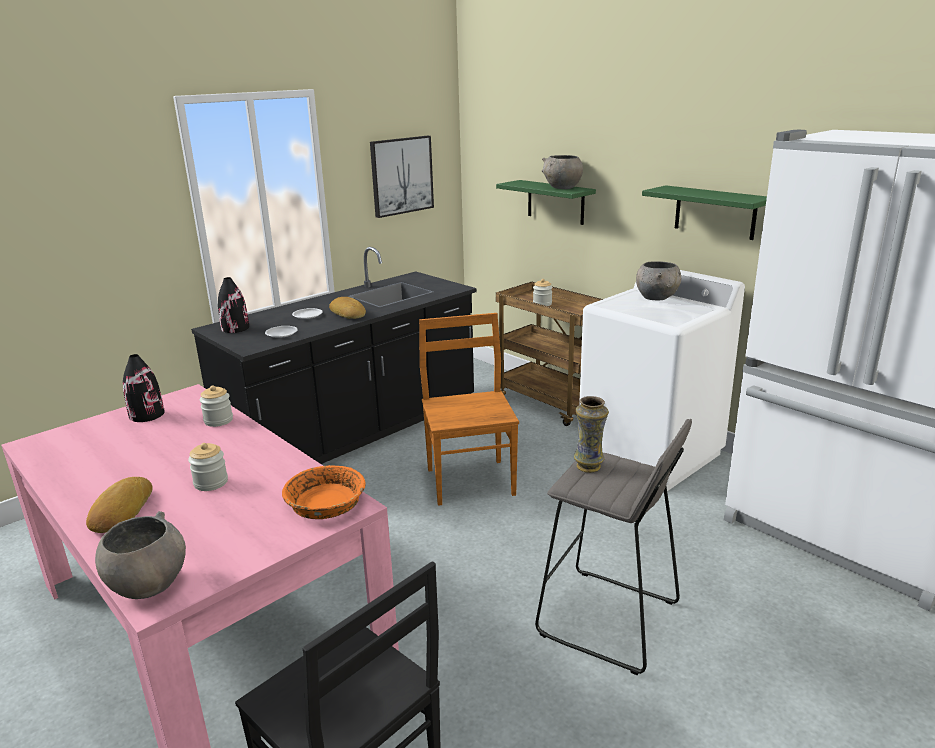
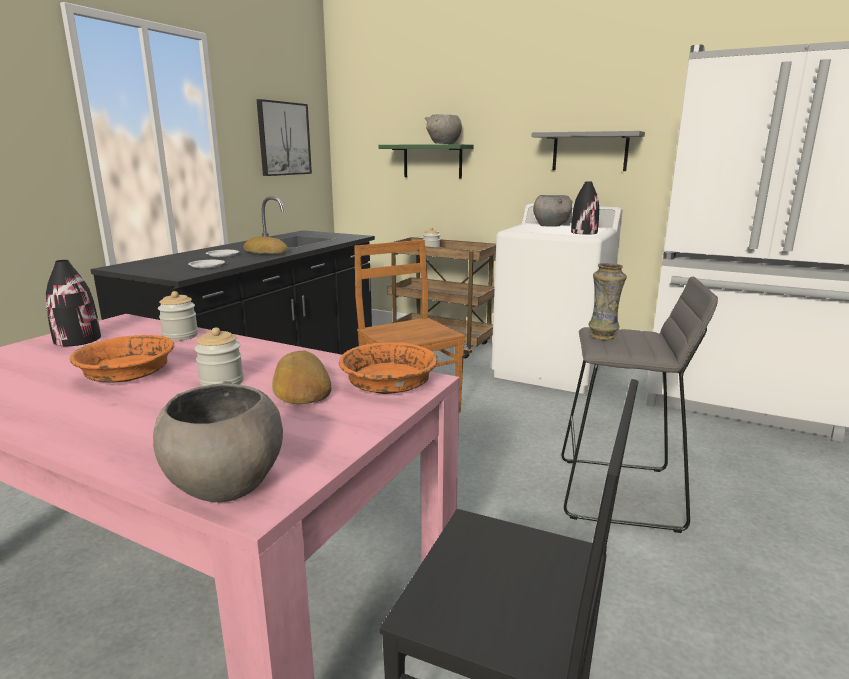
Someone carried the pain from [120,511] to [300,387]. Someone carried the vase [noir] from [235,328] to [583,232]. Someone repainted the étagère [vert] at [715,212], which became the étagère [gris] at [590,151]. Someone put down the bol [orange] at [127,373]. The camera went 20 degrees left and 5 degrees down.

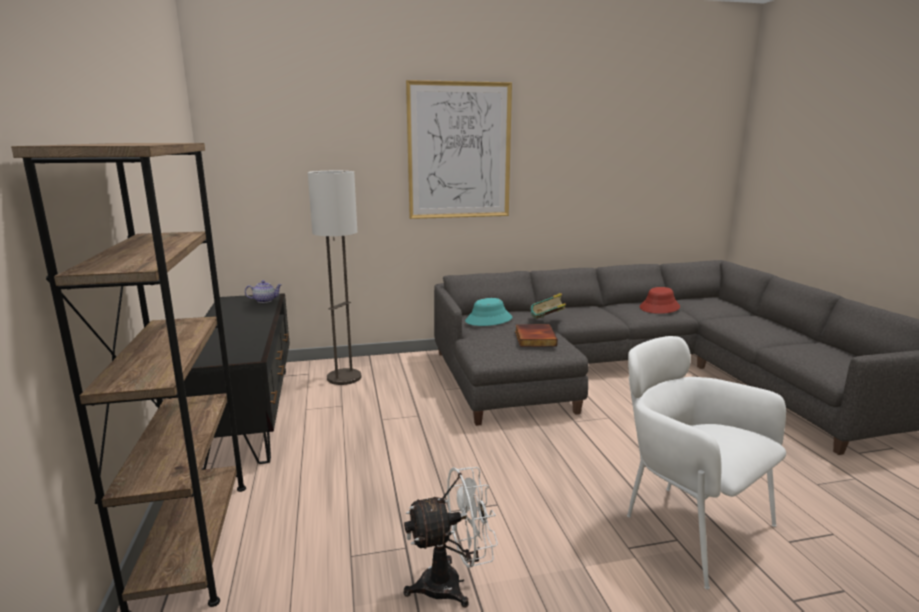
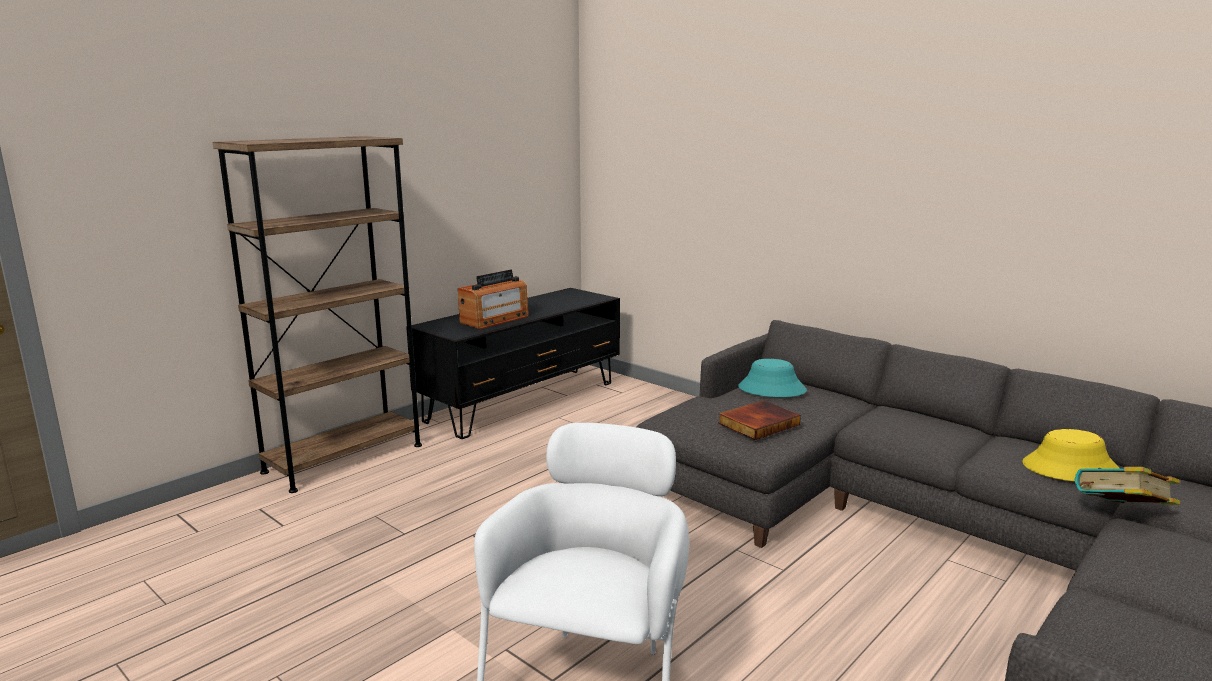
Someone took away the théière at [265,300]. Someone took away the lampadaire at [344,378]. Someone took away the ventilateur [blanc] at [452,583]. Someone took away the tableau at [459,151]. Someone carried the livre from [547,322] to [1120,515]. Someone repainted the chapeau [rouge] at [659,307], which became the chapeau [jaune] at [1070,468]. Someone put down the radio at [494,319]. The camera went 55 degrees right and 0 degrees up.

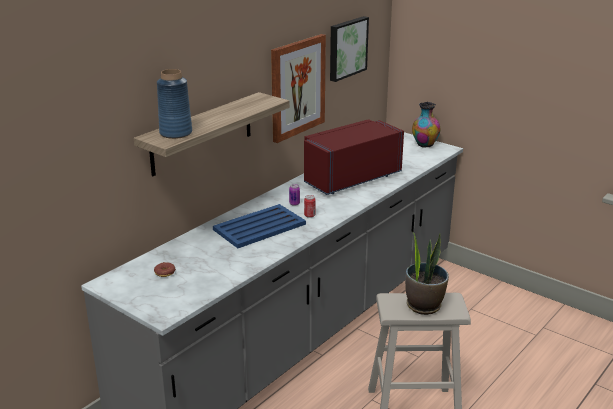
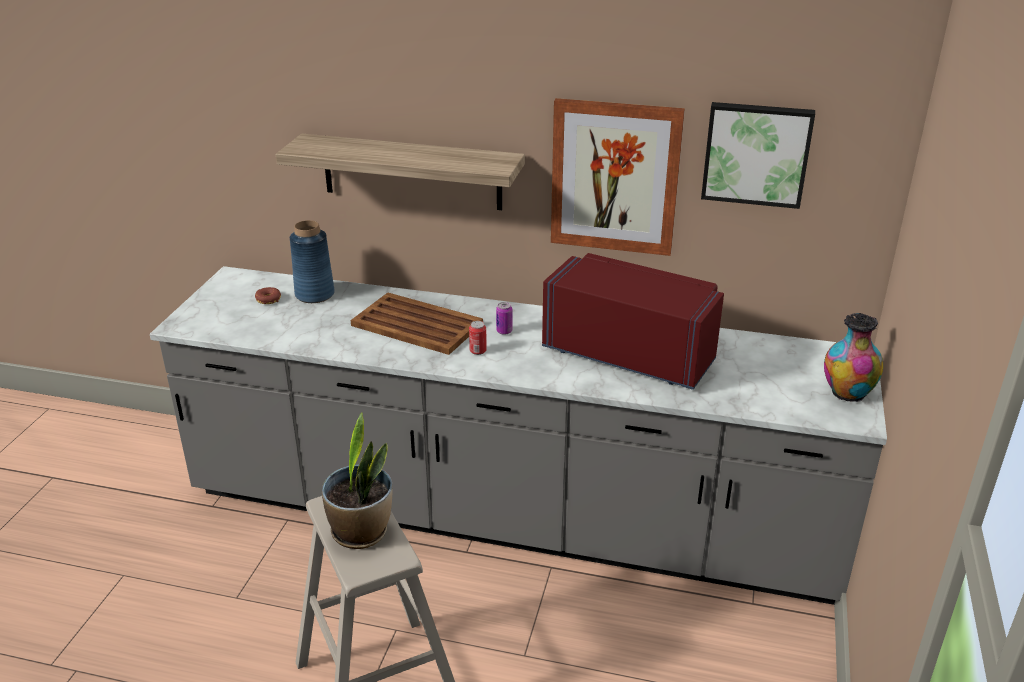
Someone carried the vase [bleu] from [175,133] to [314,294]. Someone repainted the plateau [bleu] at [260,227], which became the plateau [marron] at [418,325]. The camera went 65 degrees right and 5 degrees up.

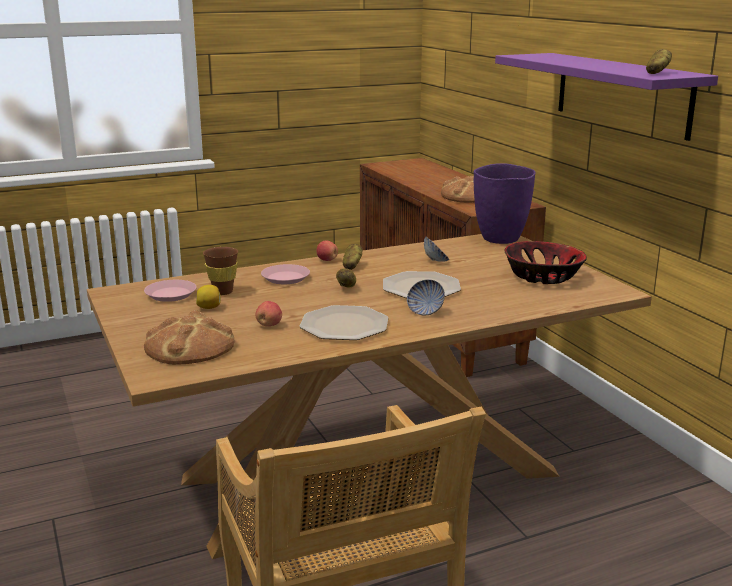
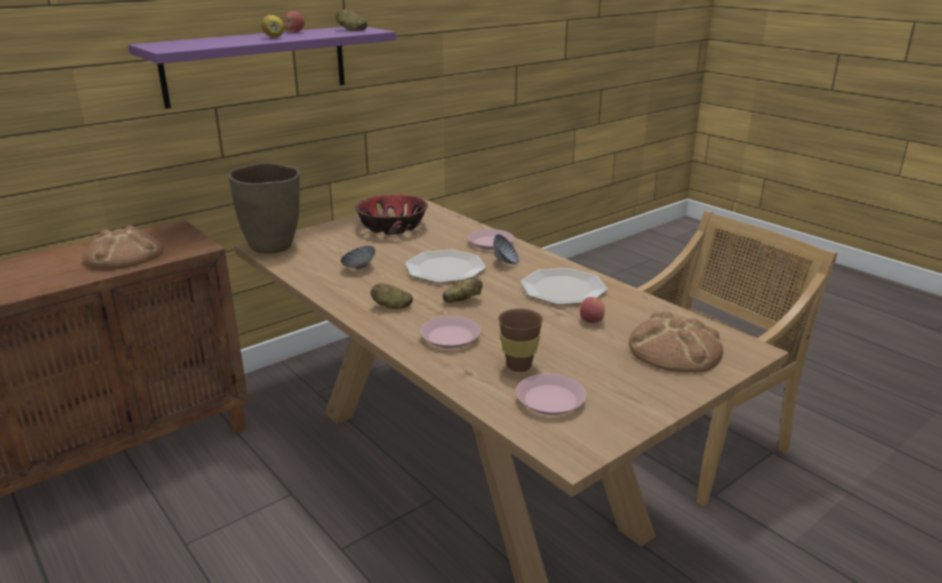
Someone carried the citron from [209,307] to [274,37]. Someone carried the pomme from [327,260] to [294,32]. Someone repainted the vase [violet] at [500,239], which became the vase [marron] at [273,246]. Someone put down the assiette [rose] at [491,243]. The camera went 105 degrees left and 5 degrees up.

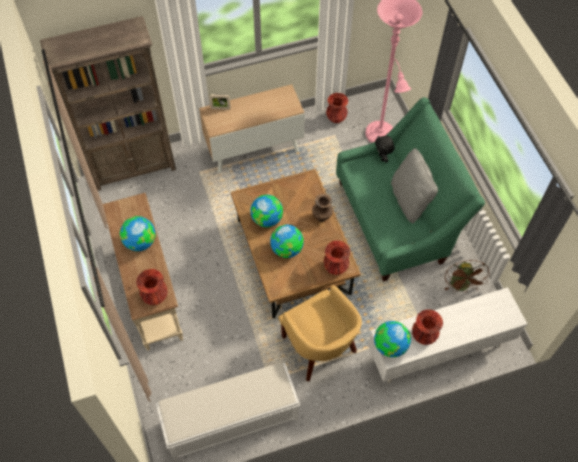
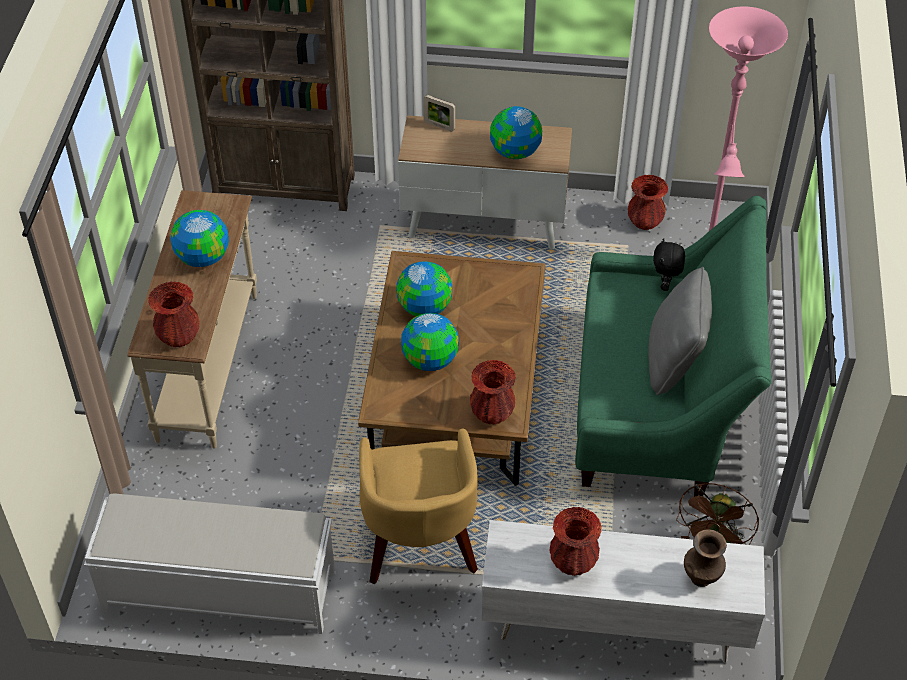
Someone carried the vase [marron] from [322,217] to [701,577]. Someone carried the globe from [390,346] to [514,152]. The camera went 25 degrees right and 10 degrees down.

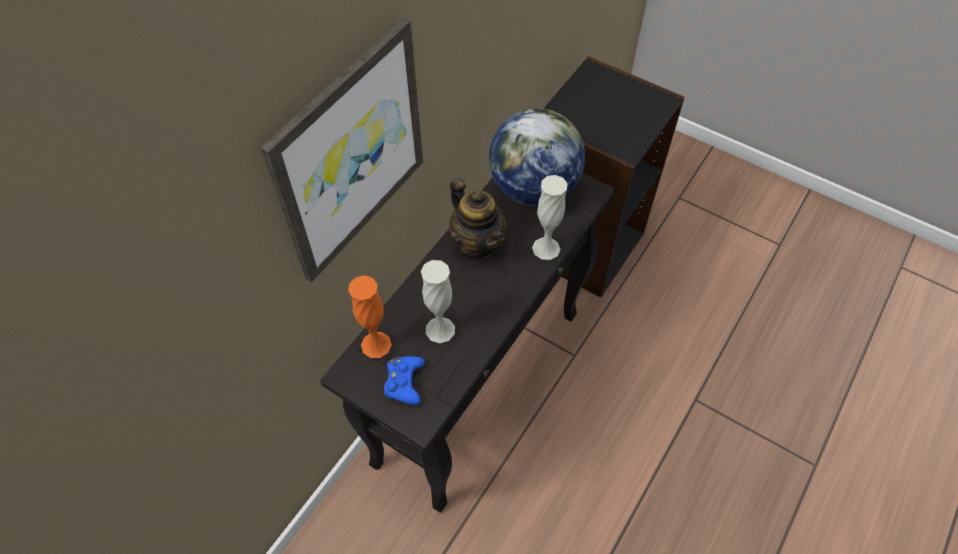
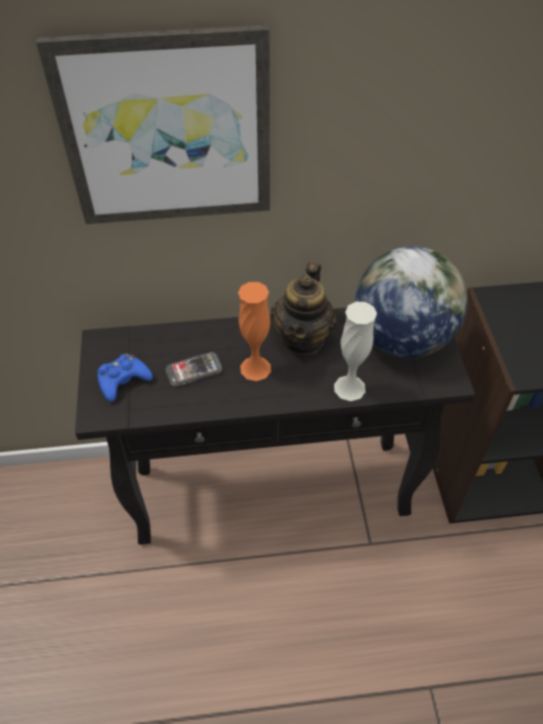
Someone carried the vase [orange] from [376,344] to [255,368]. Someone swapped the vase [blanc] at [440,329] for the téléphone at [194,370]. The camera went 50 degrees right and 5 degrees down.

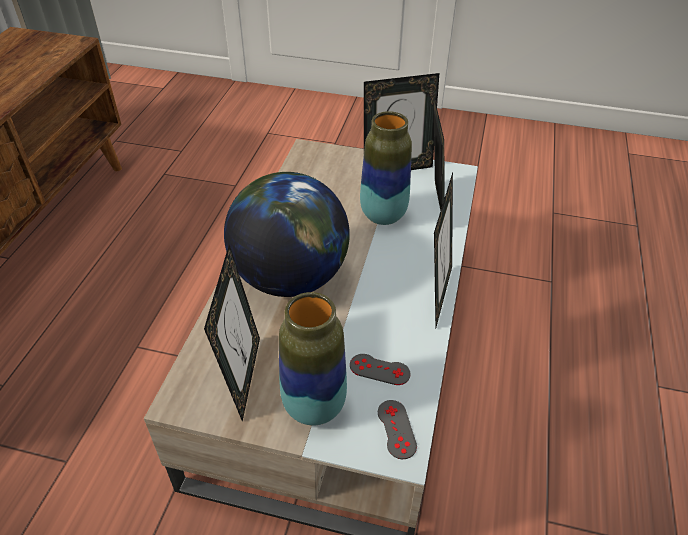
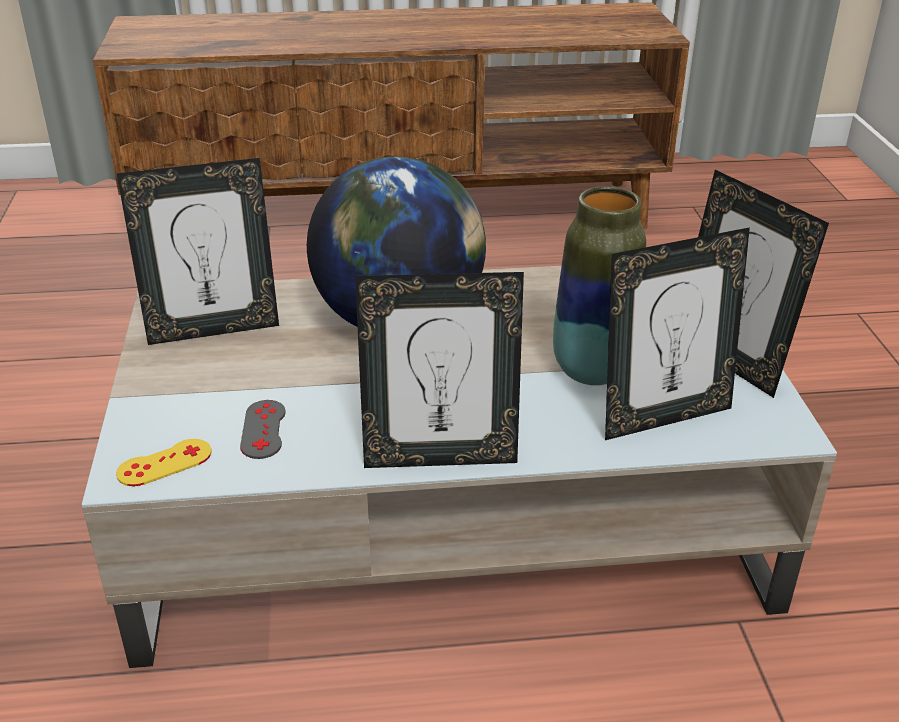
Someone took away the vase at [314,406]. Someone repainted the manette [gris] at [396,429], which became the manette [jaune] at [164,463]. The camera went 70 degrees right and 10 degrees down.

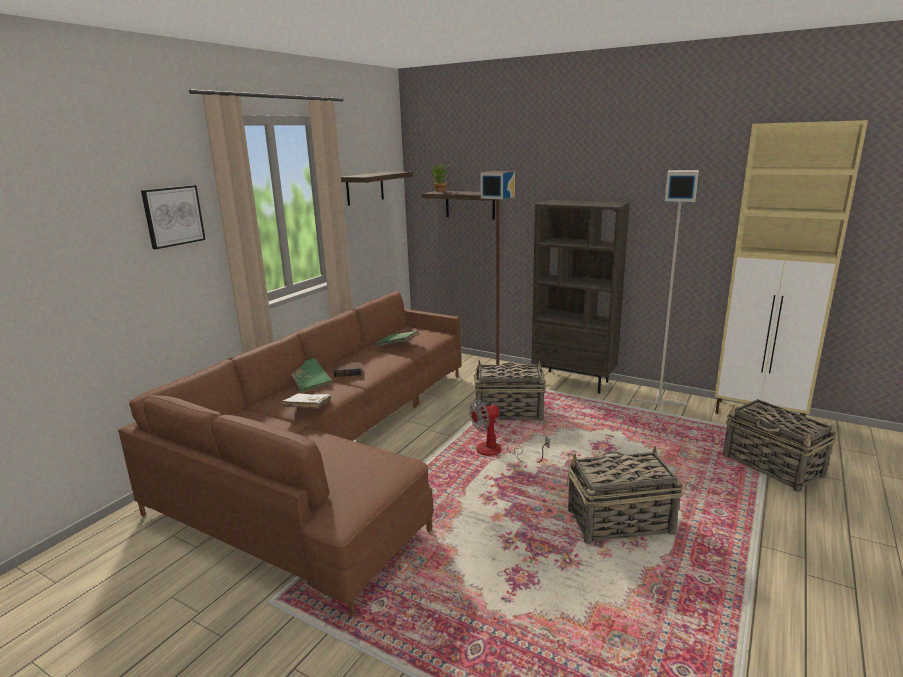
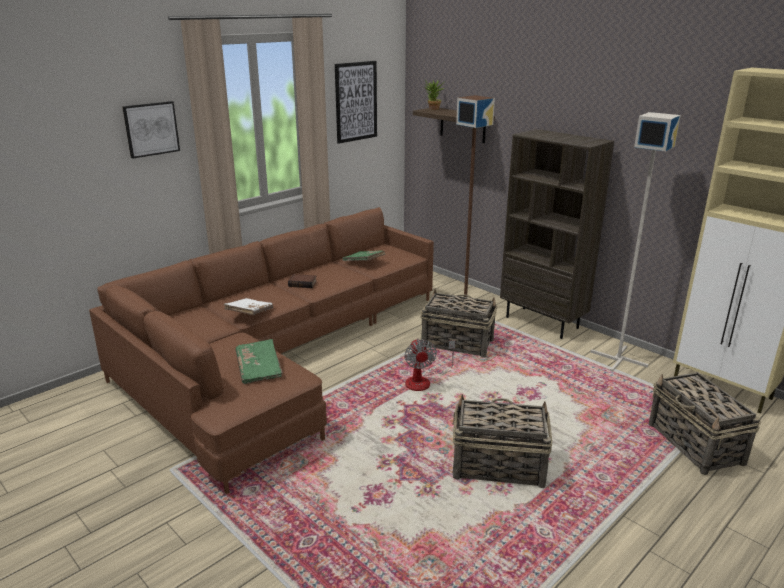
Someone carried the livre [vert] from [309,382] to [259,369]. Someone swapped the étagère at [365,188] for the tableau at [356,101]. Someone rotated the ventilateur at [498,452] by 90 degrees counterclockwise. The camera went 15 degrees right and 5 degrees up.

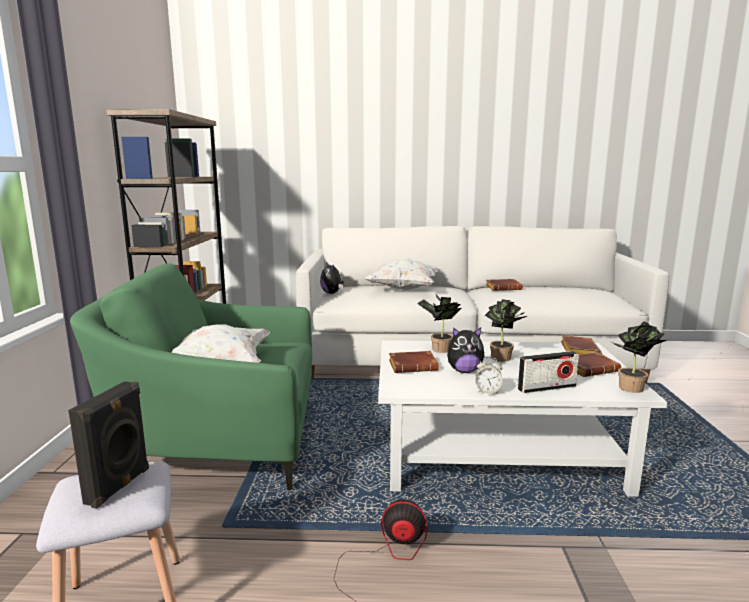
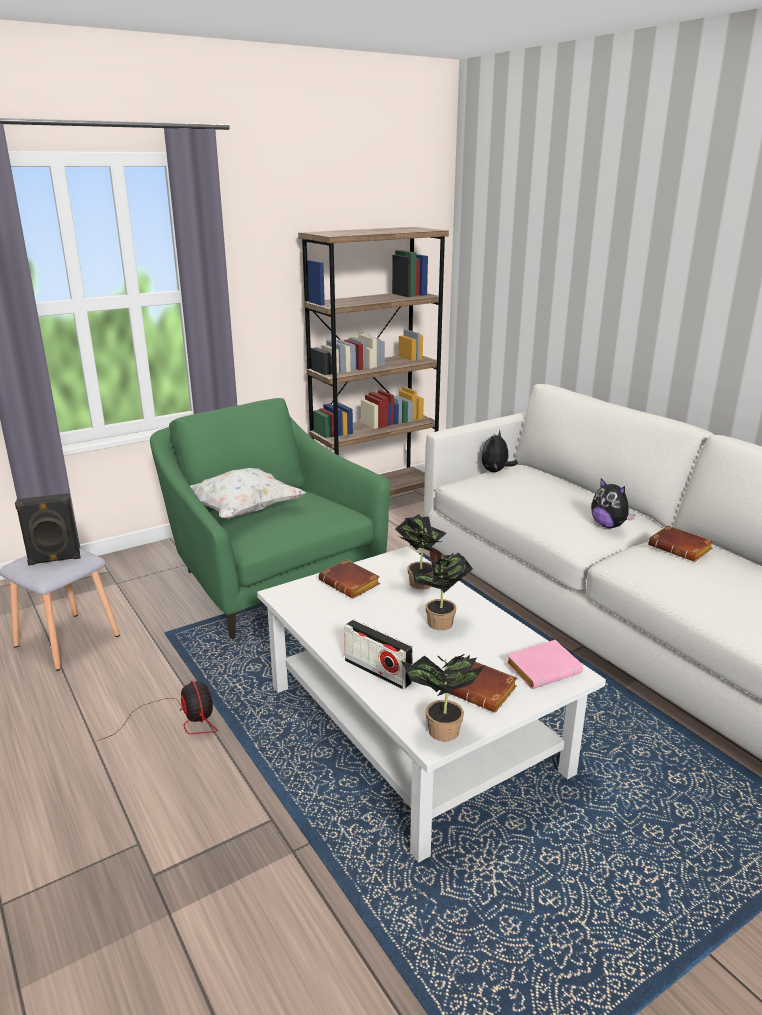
Someone took away the coussin [blanc] at [403,289]. Someone carried the peluche from [464,371] to [609,525]. Someone took away the réveil at [487,391]. Someone repainted the livre [marron] at [577,350], which became the livre [rose] at [543,668]. The camera went 55 degrees right and 10 degrees up.

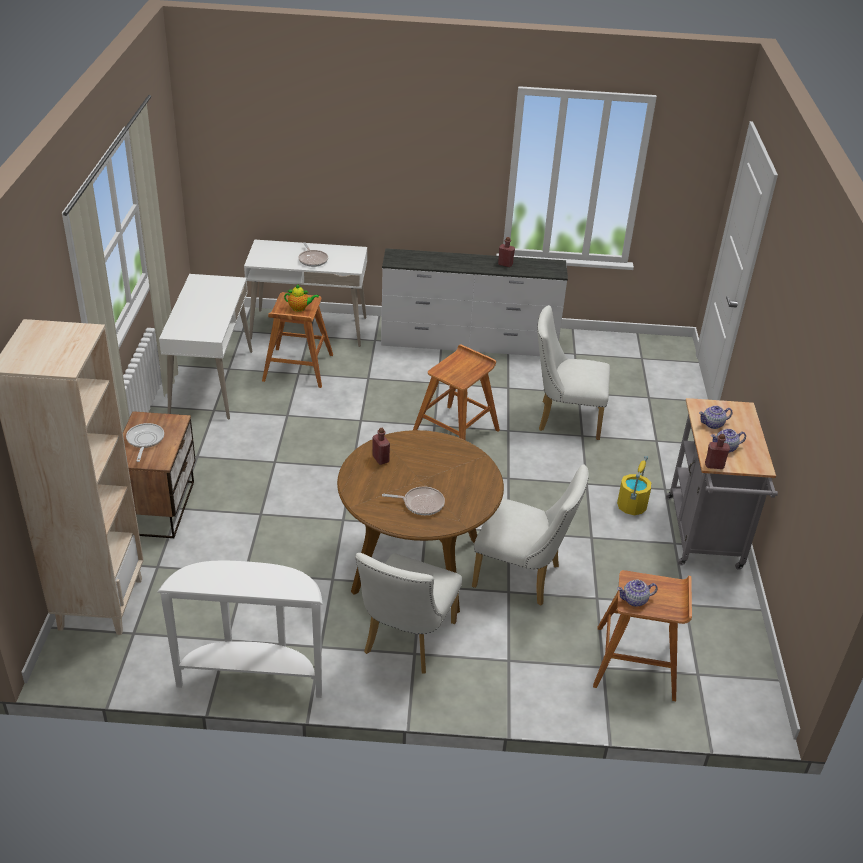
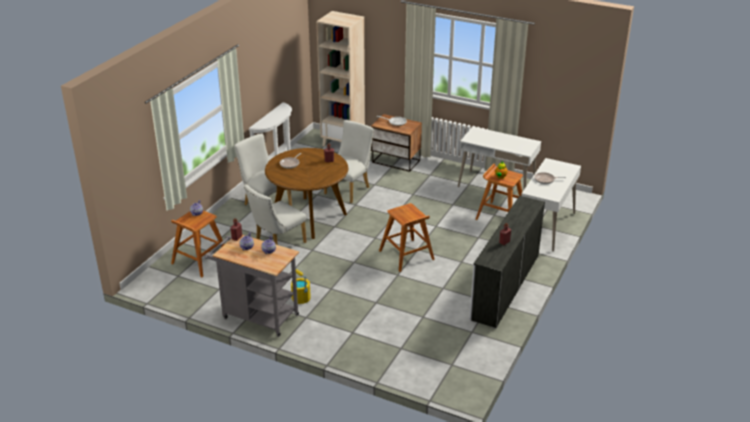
Someone carried the chaise [blanc] from [564,419] to [349,189]. The camera went 115 degrees right and 5 degrees down.

